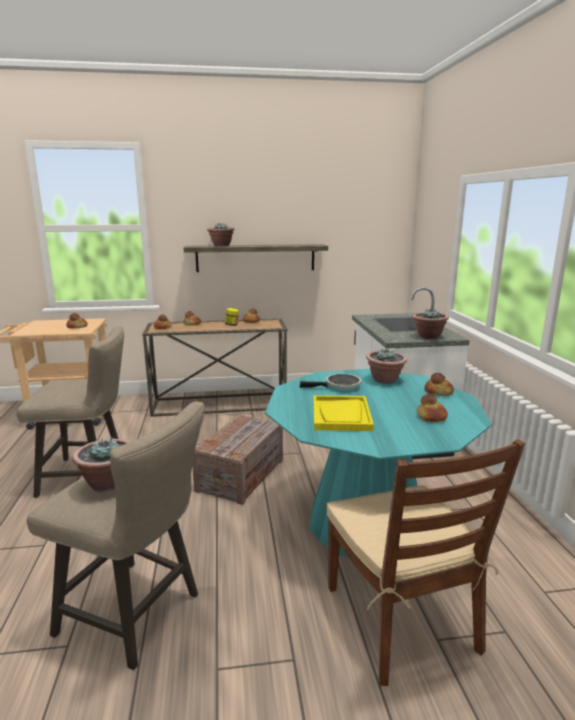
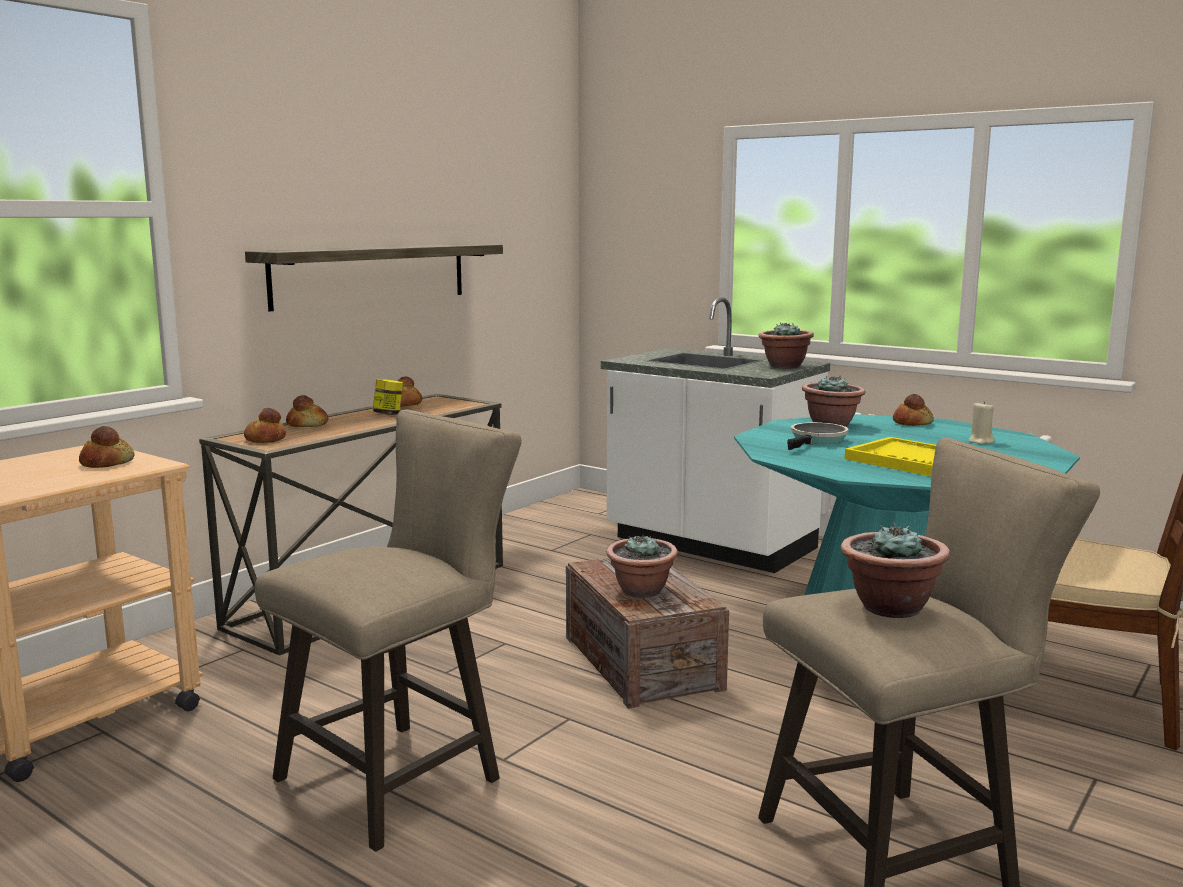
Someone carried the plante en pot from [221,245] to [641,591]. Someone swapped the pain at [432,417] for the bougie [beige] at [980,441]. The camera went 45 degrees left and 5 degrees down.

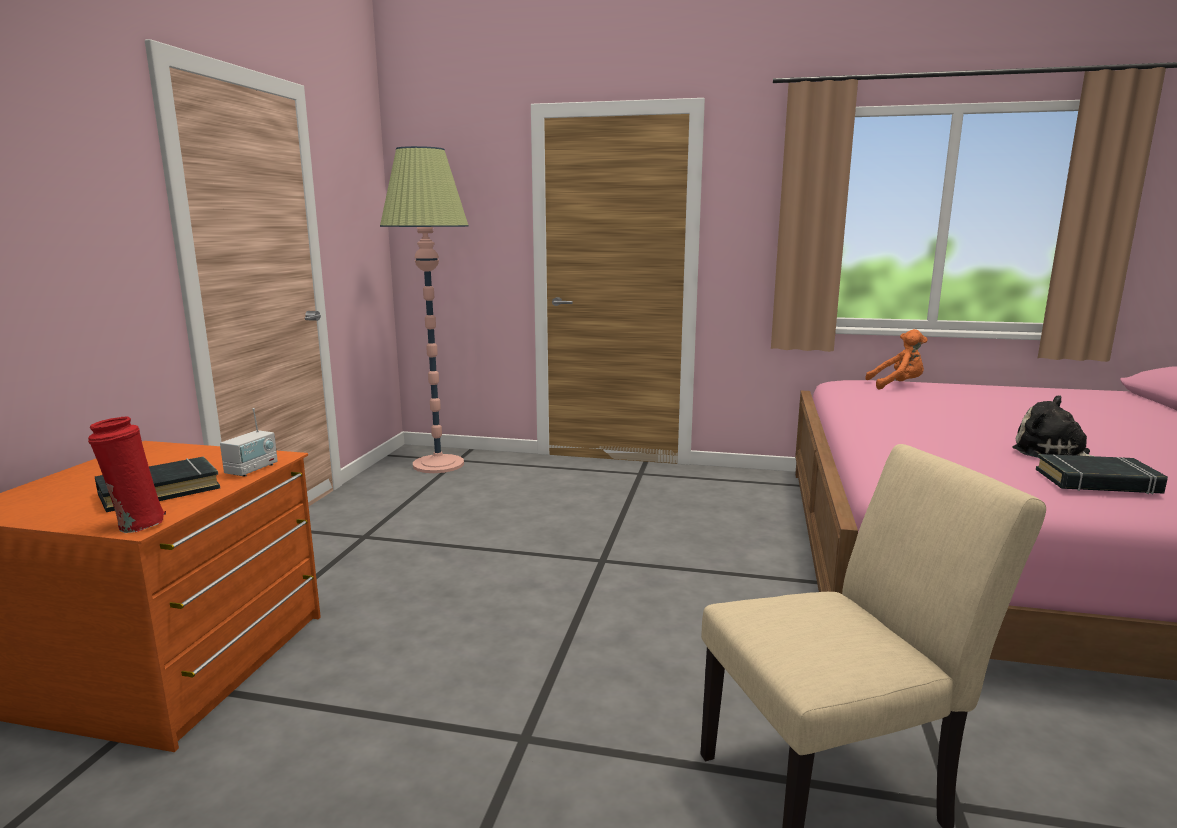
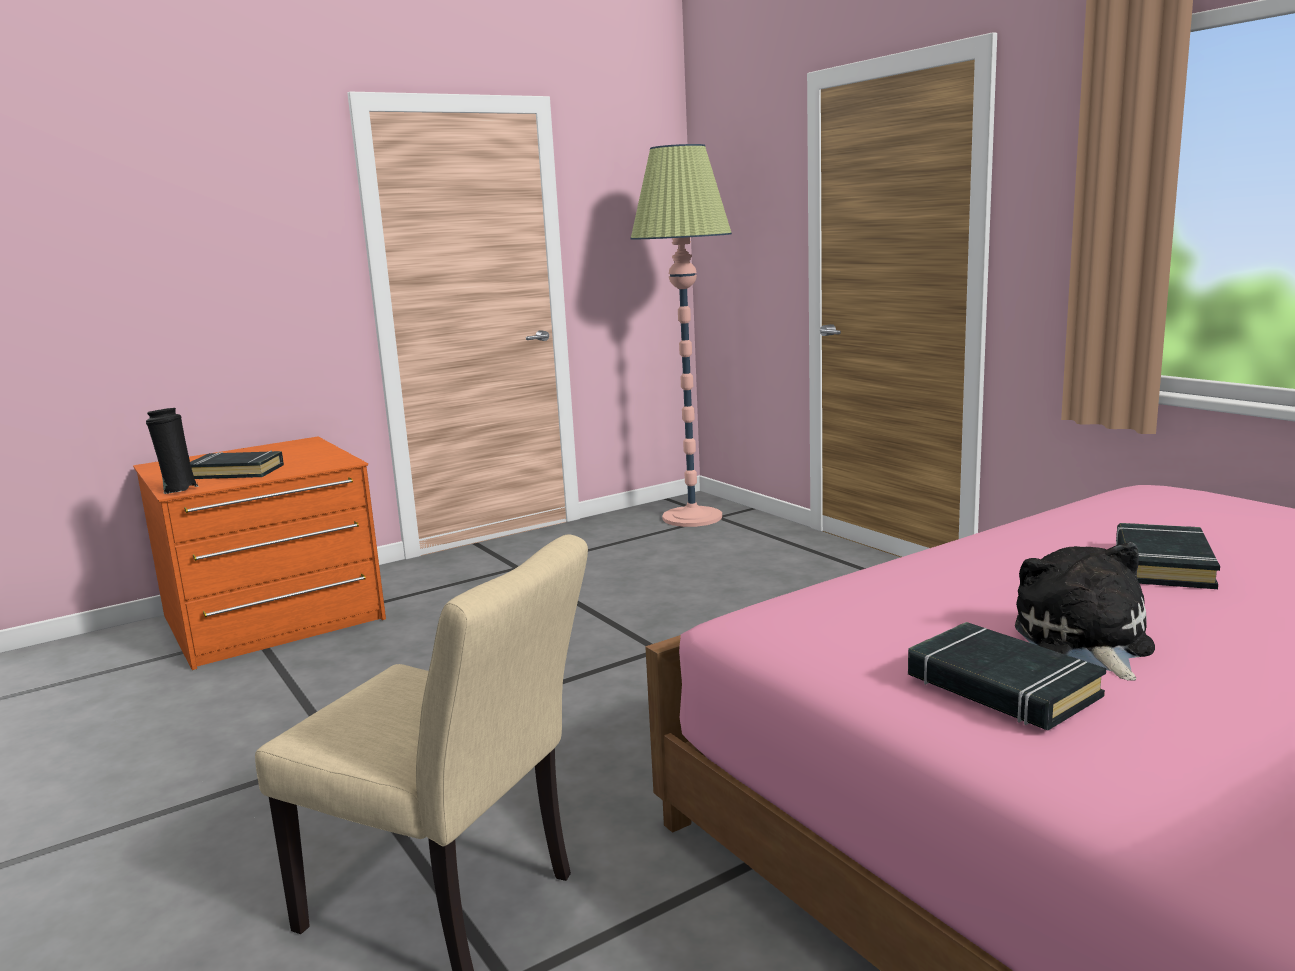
Someone repainted the vase [rouge] at [136,524], which became the vase [noir] at [178,490]. Someone took away the radio at [252,469]. Someone took away the peluche [orange] at [897,385]. Someone put down the livre [noir] at [1162,565]. The camera went 45 degrees right and 0 degrees up.

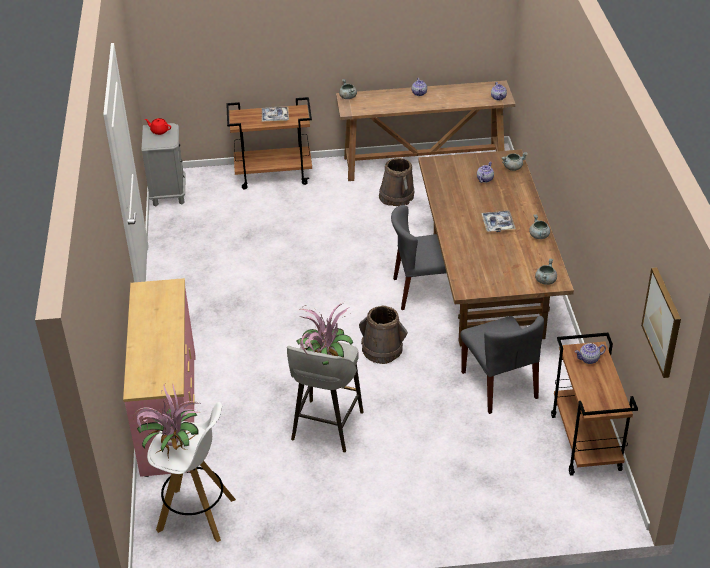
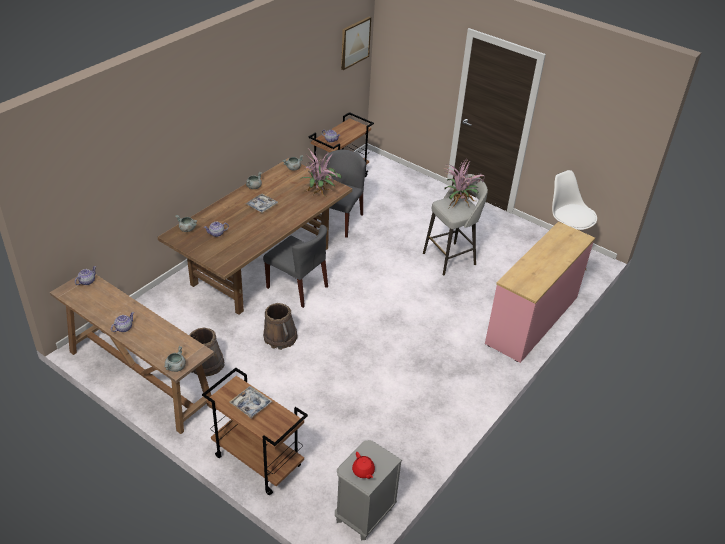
Someone carried the plante en pot from [172,448] to [320,193]. Someone carried the seau [marron] from [382,349] to [280,337]. The camera went 140 degrees left and 0 degrees up.

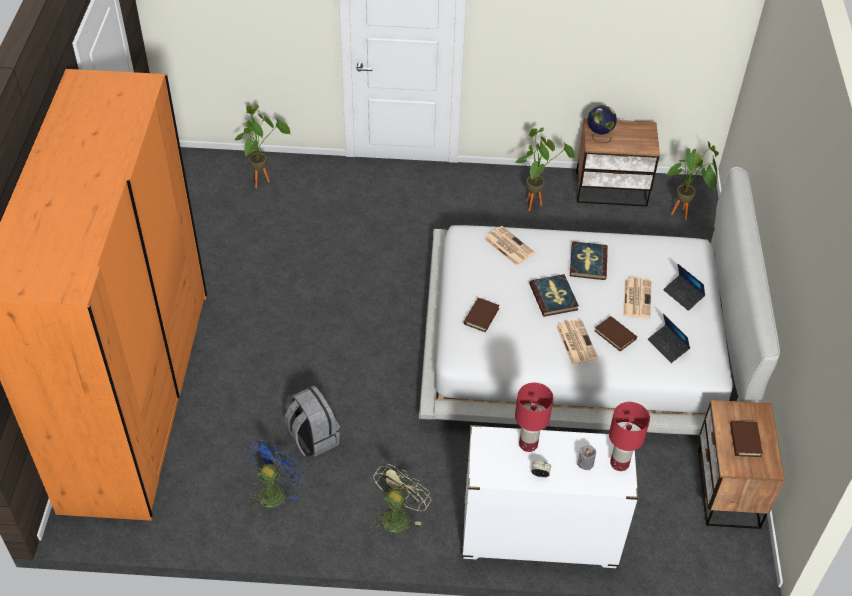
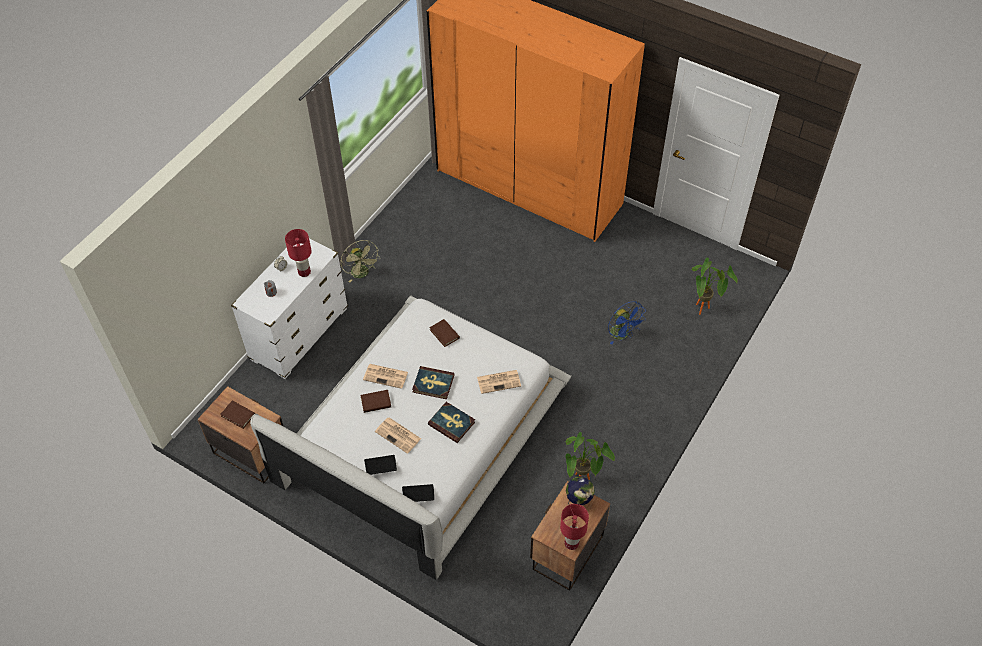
Someone carried the ventilateur [bleu] from [274,491] to [622,335]. Someone took away the sac à dos [gris] at [313,438]. Someone carried the lampe de table [rouge] from [619,463] to [572,543]. Someone carried the ordinateur portable from [668,346] to [418,496]. Someone took away the plante en pot at [684,215]. The camera went 120 degrees right and 5 degrees up.

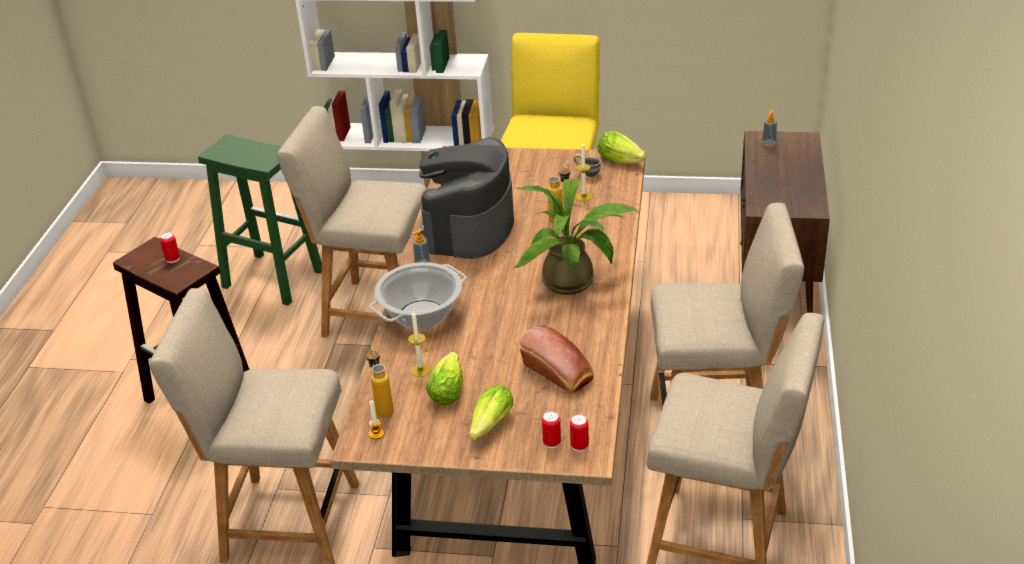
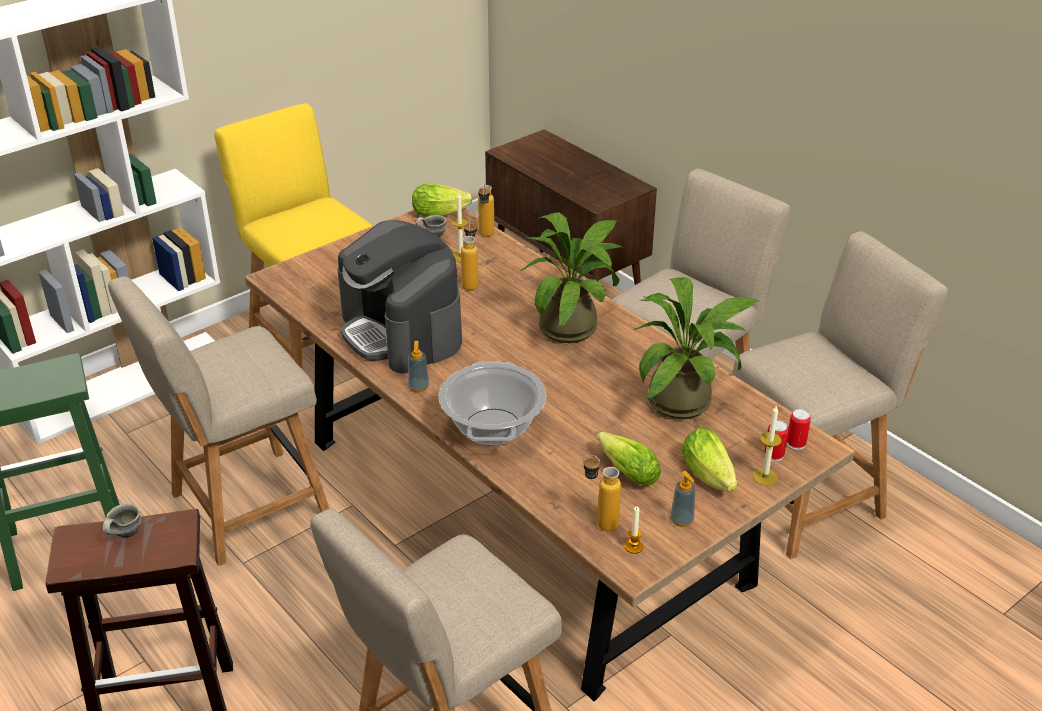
Someone swapped the boîte métallique at [172,259] for the mug [gris] at [124,534]. Someone carried the bougie from [420,370] to [765,477]. Someone swapped the pain at [559,373] for the plante en pot at [687,401]. Someone carried the distributeur de savon from [768,145] to [682,520]. Someone put down the bouteille at [485,236]. The camera went 50 degrees left and 0 degrees up.

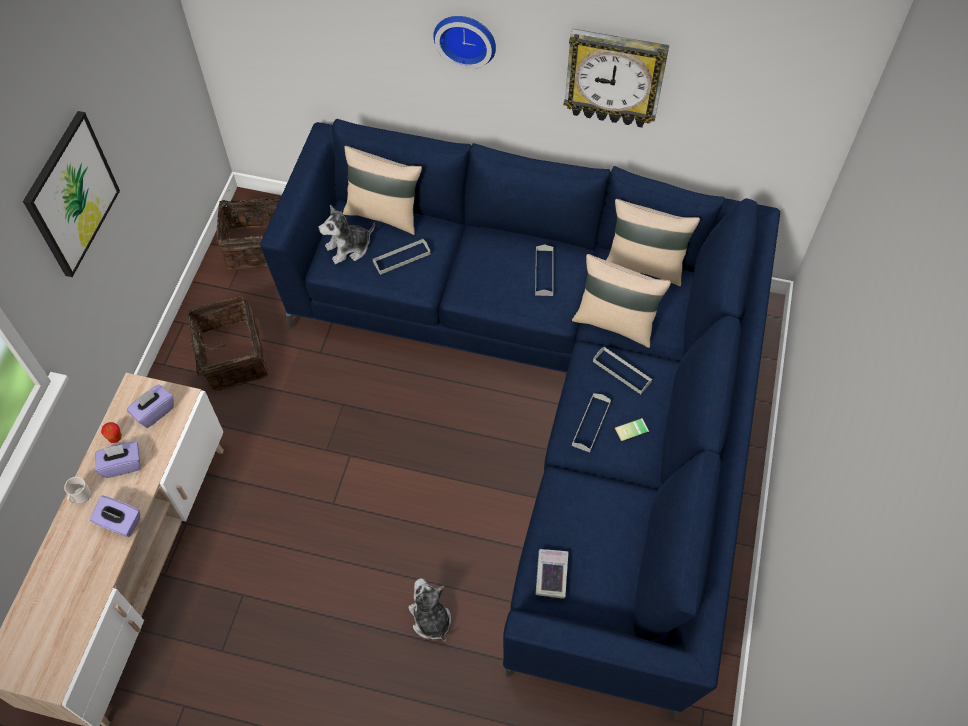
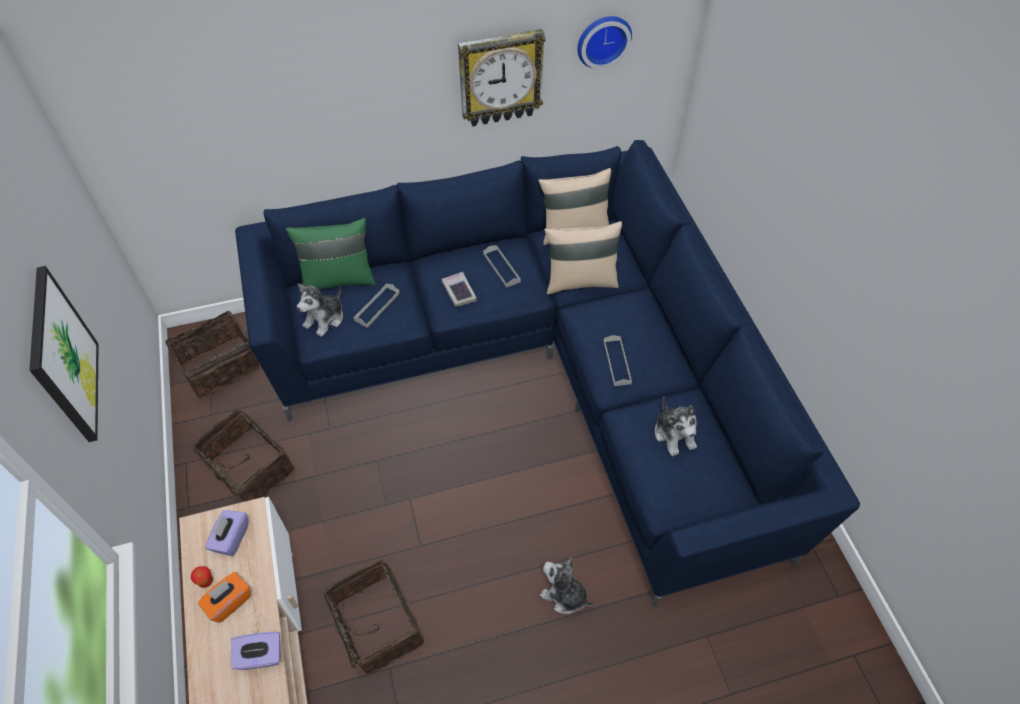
Someone took away the mug at [81,497]. Someone repainted the boîte à mouchoirs [violet] at [122,465], which became the boîte à mouchoirs [orange] at [229,602]. Someone repainted the coussin [beige] at [384,214], which became the coussin [vert] at [338,279]. Someone carried the horloge murale from [466,38] to [602,40]. Someone carried the livre from [551,574] to [459,292]. Someone took away the plateau [gris] at [622,371]. Someone took away the téléphone at [632,431]. Someone put down the panier at [376,626]. Someone put down the peluche at [674,434]. The camera went 30 degrees left and 5 degrees down.

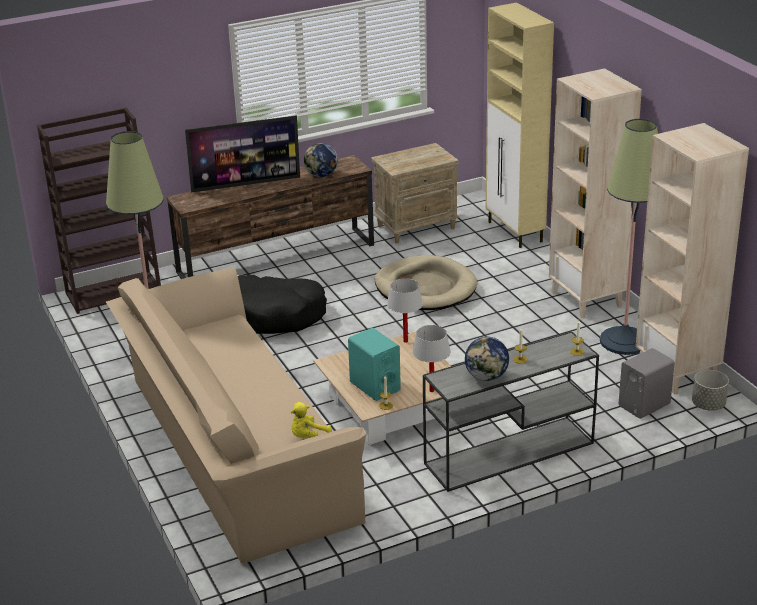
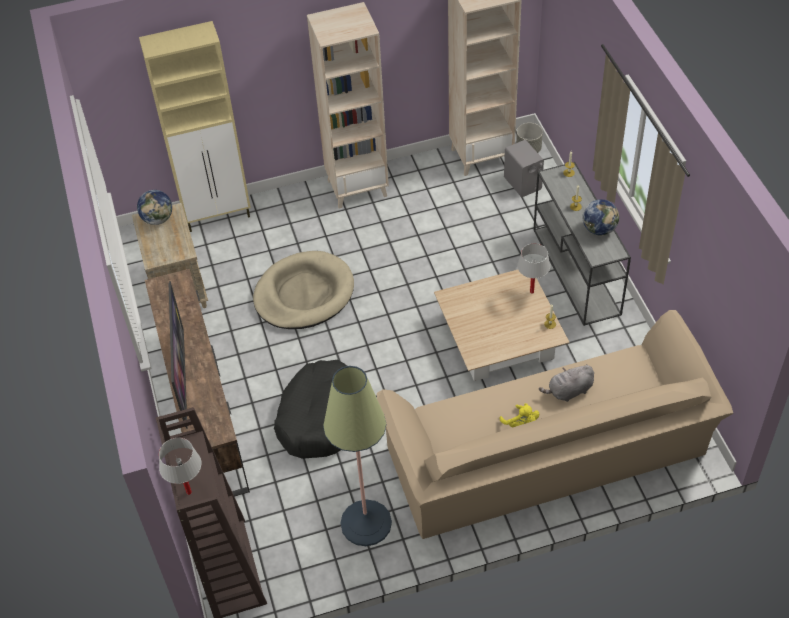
Someone carried the peluche [jaune] from [308,436] to [521,425]. Someone carried the globe from [321,175] to [158,219]. Someone took away the enceinte [turquoise] at [374,386]. Someone carried the lampe de table [blanc] from [405,341] to [189,492]. Someone took away the lampadaire at [624,341]. Someone put down the peluche [gris] at [568,391]. The camera went 80 degrees left and 20 degrees up.

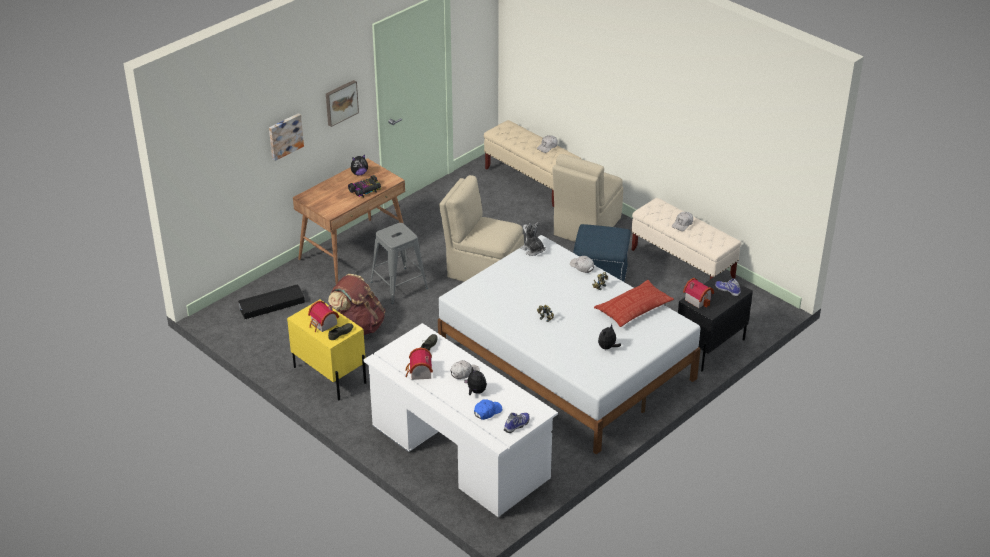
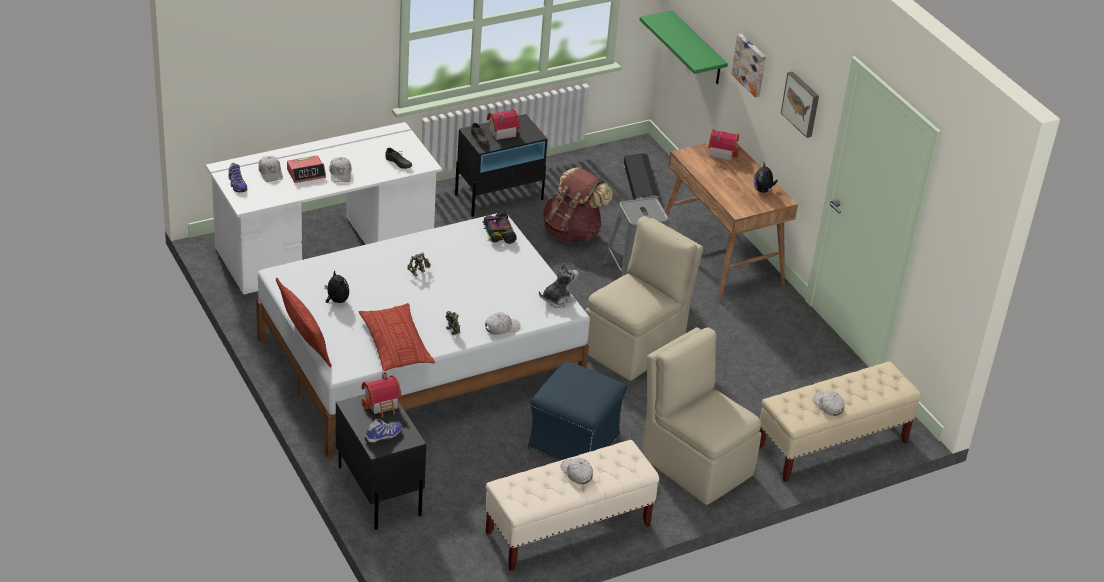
Someone repainted the table de chevet [jaune] at [329,374], which became the table de chevet [noir] at [499,197]. Someone carried the petite voiture from [365,190] to [498,233]. Someone carried the maison miniature from [419,373] to [721,152]. Someone swapped the peluche at [475,391] for the réveil at [306,173]. Someone repainted the casquette [bleu] at [487,412], which became the casquette [blanc] at [270,173]. Someone put down the coussin at [304,341]. Someone put up the étagère [vert] at [697,49]. The camera went 105 degrees right and 0 degrees up.

